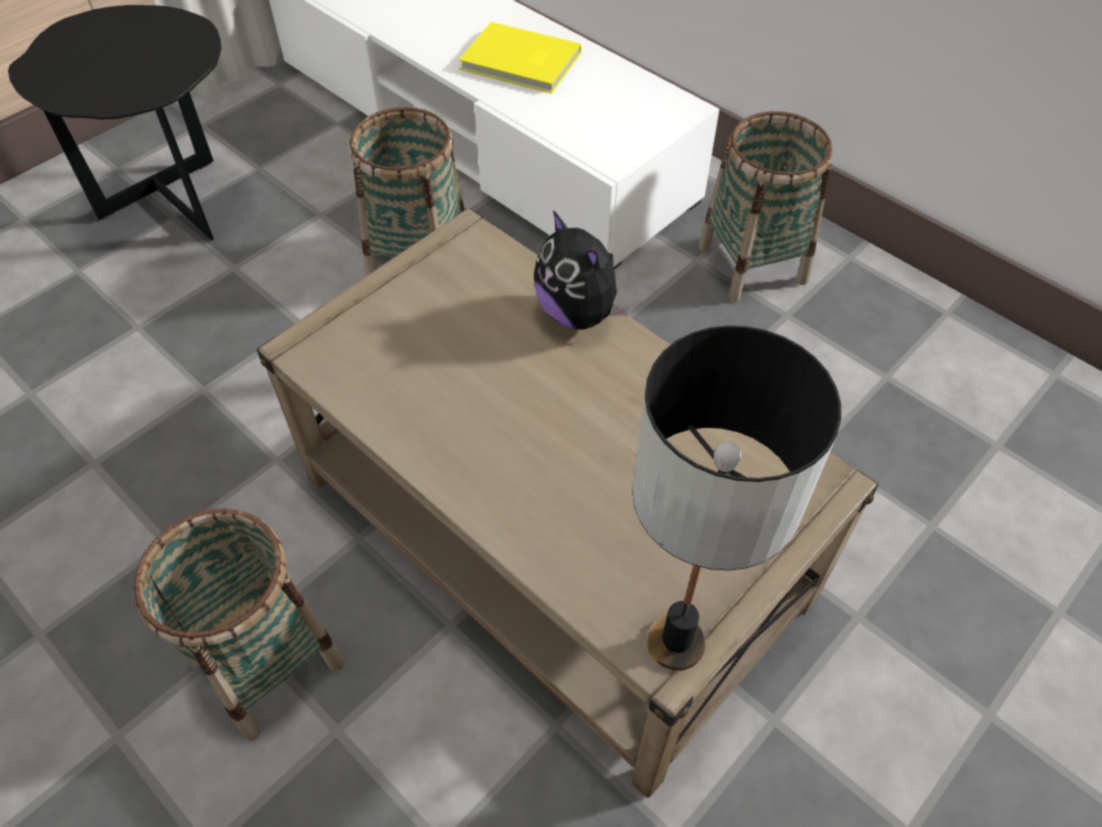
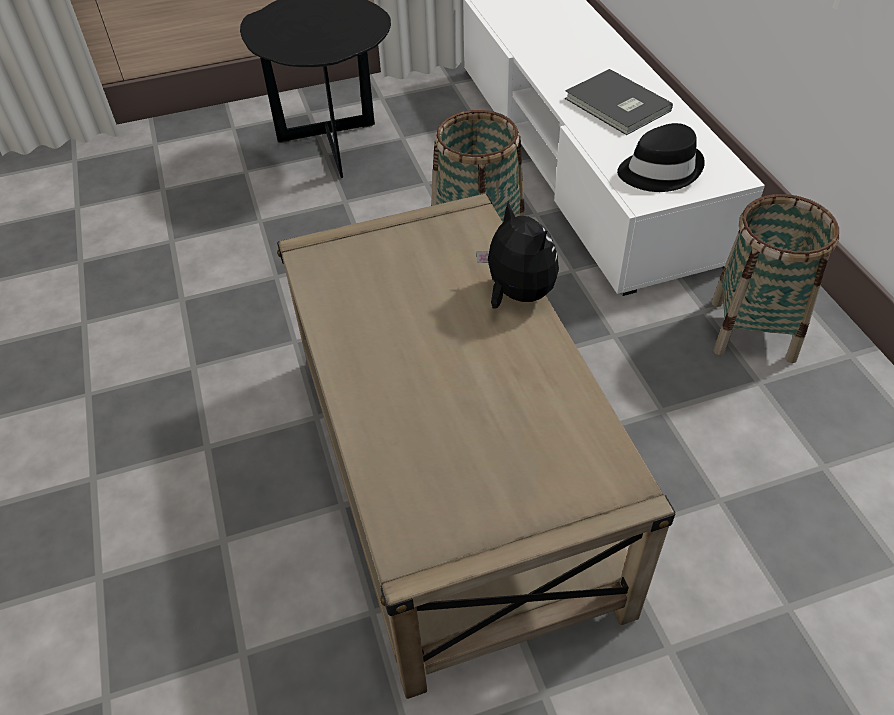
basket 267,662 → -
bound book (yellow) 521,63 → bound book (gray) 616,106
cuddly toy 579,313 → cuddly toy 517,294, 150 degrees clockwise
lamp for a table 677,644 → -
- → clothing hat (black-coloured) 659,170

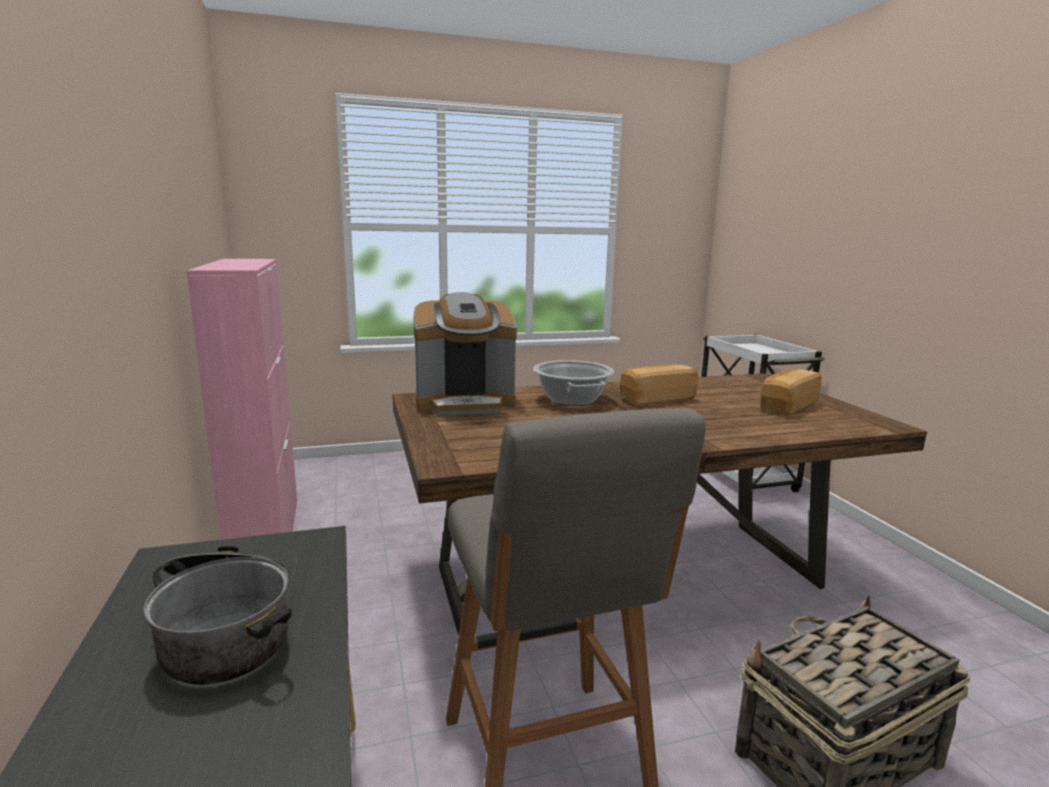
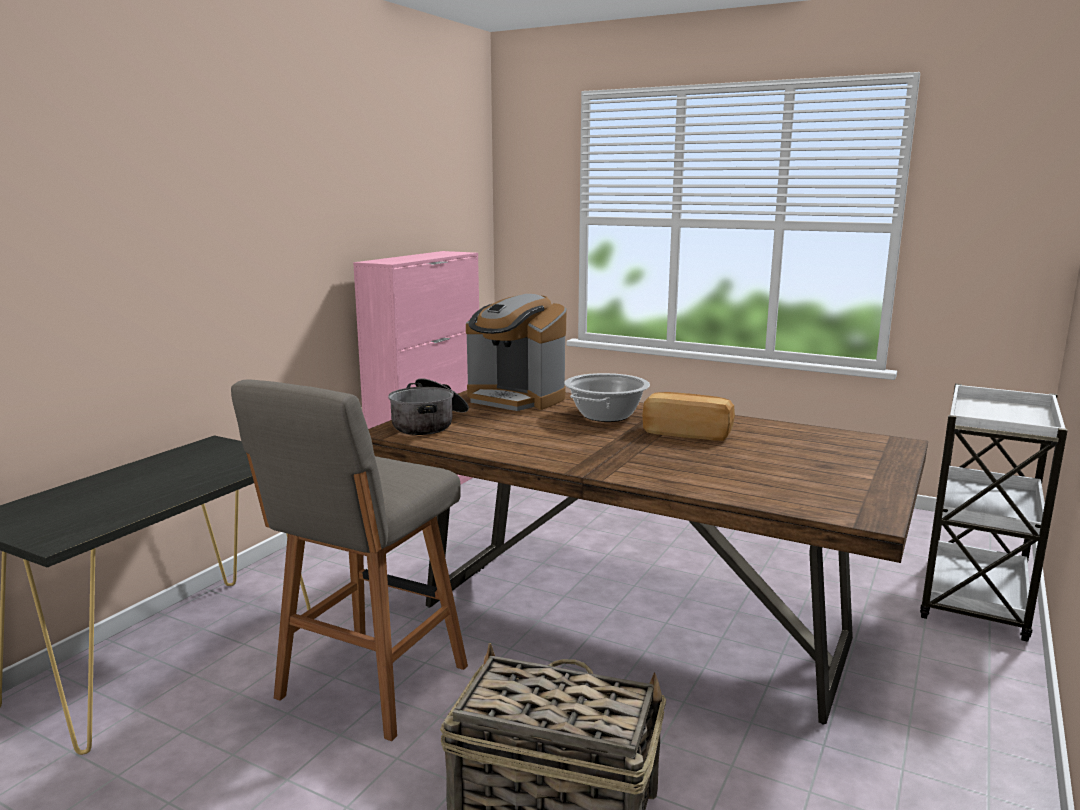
cooking pot 228,631 → cooking pot 430,423, move
bakery bread 786,406 → -

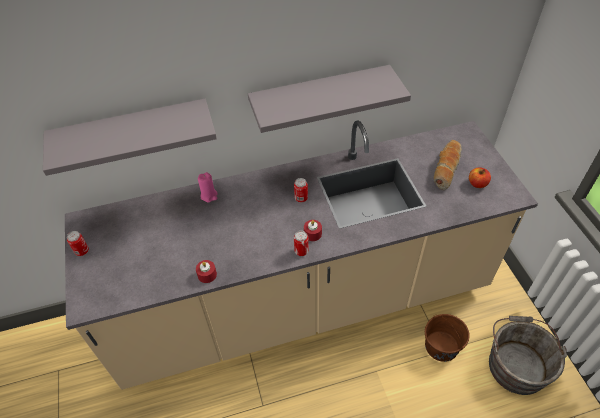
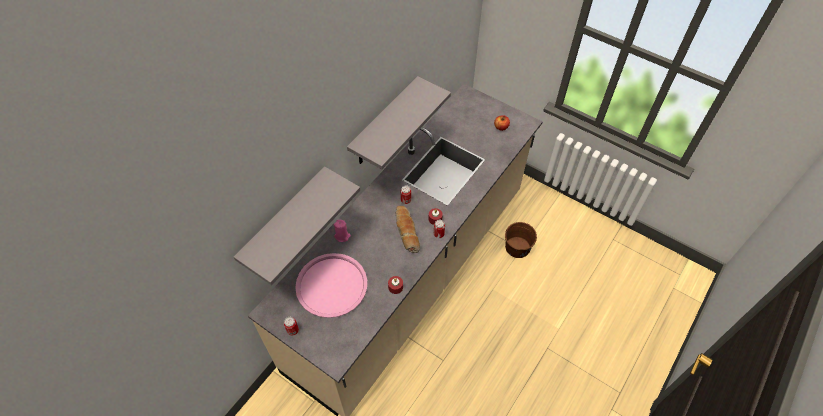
bakery bread 446,168 → bakery bread 406,232, move
water bucket (gray) 516,363 → -
- → serving tray (pinkish) 331,285

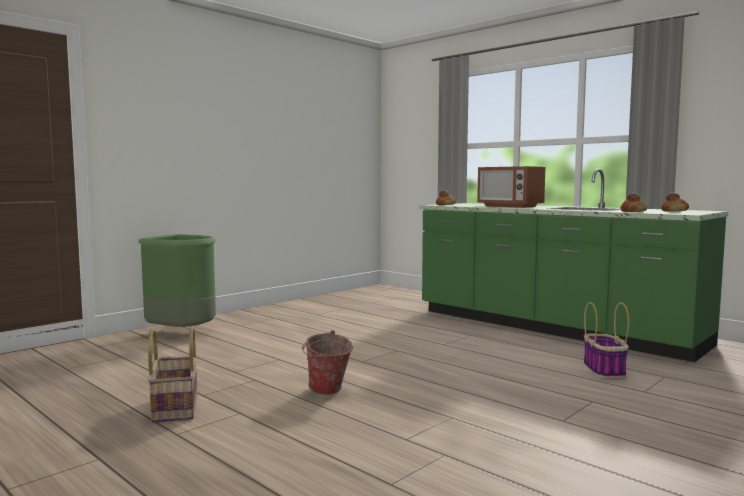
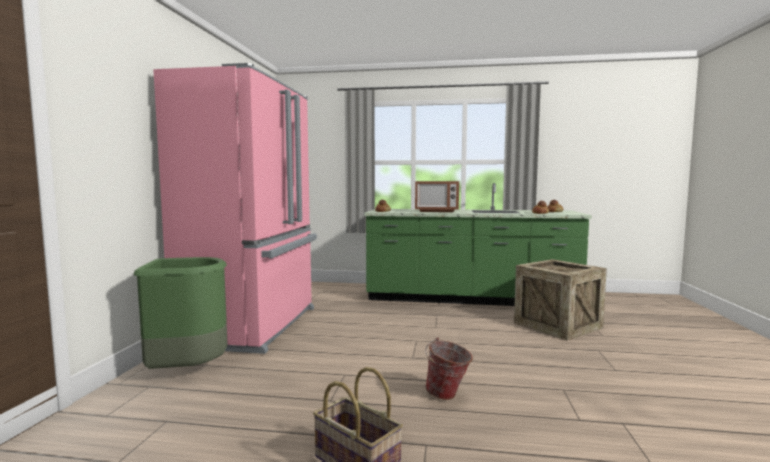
basket 604,370 → shipping crate 557,325
- → refrigerator (pinkish) 254,326

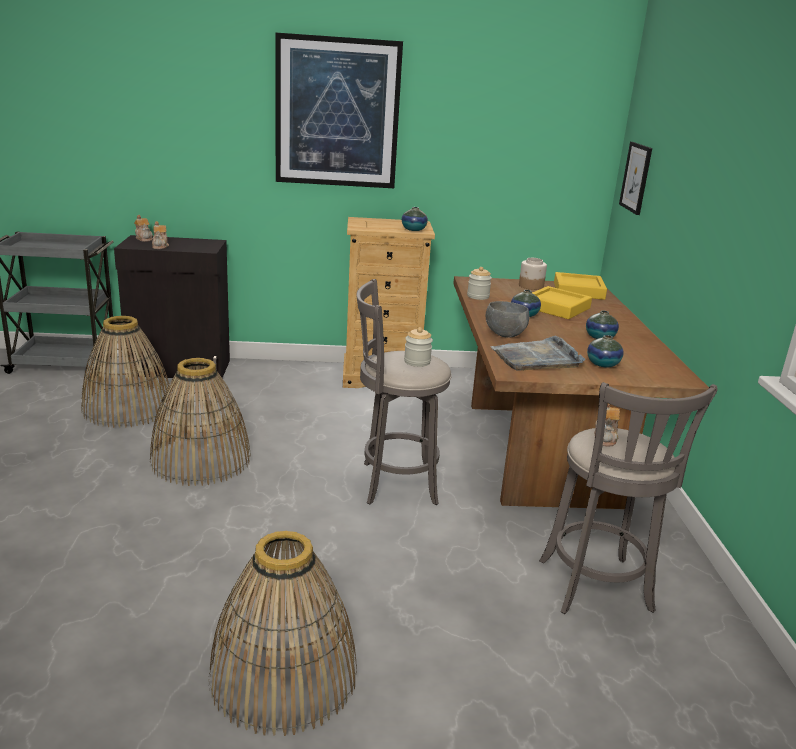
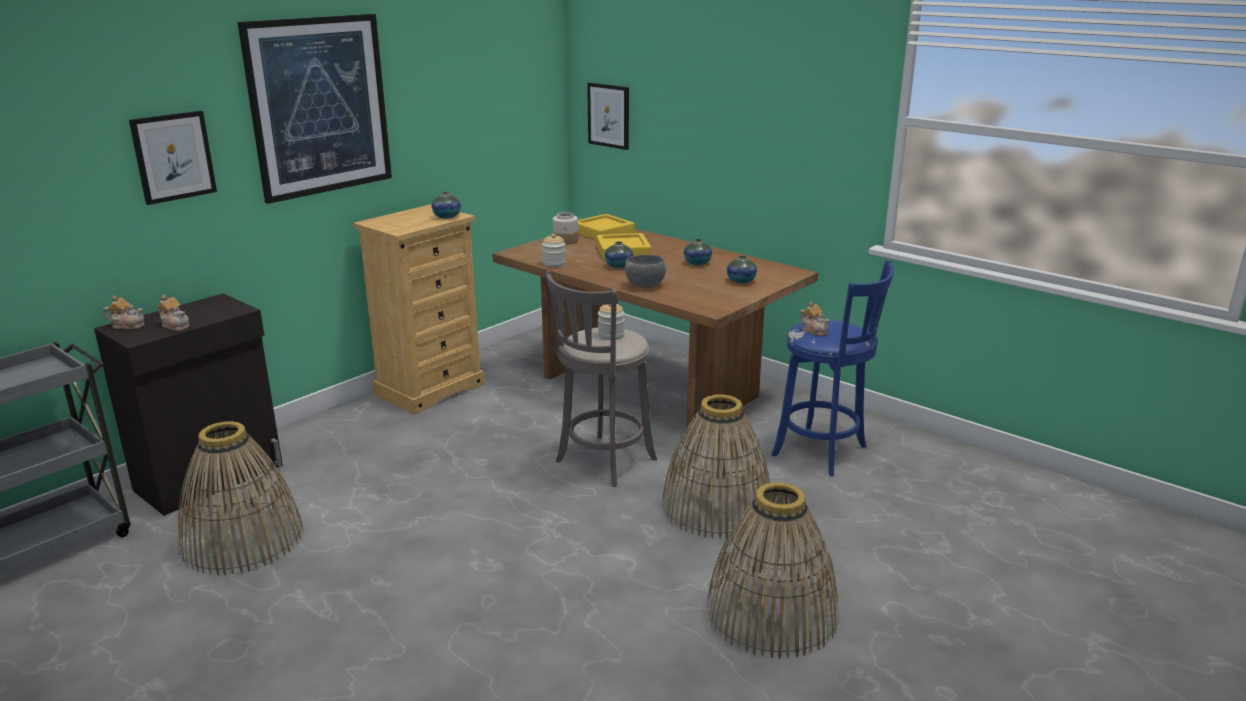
basket 201,460 → basket 716,507, move
serving tray (gray) 537,358 → -
stool seat (gray) 597,589 → stool seat (blue) 824,452
- → wall picture 173,157

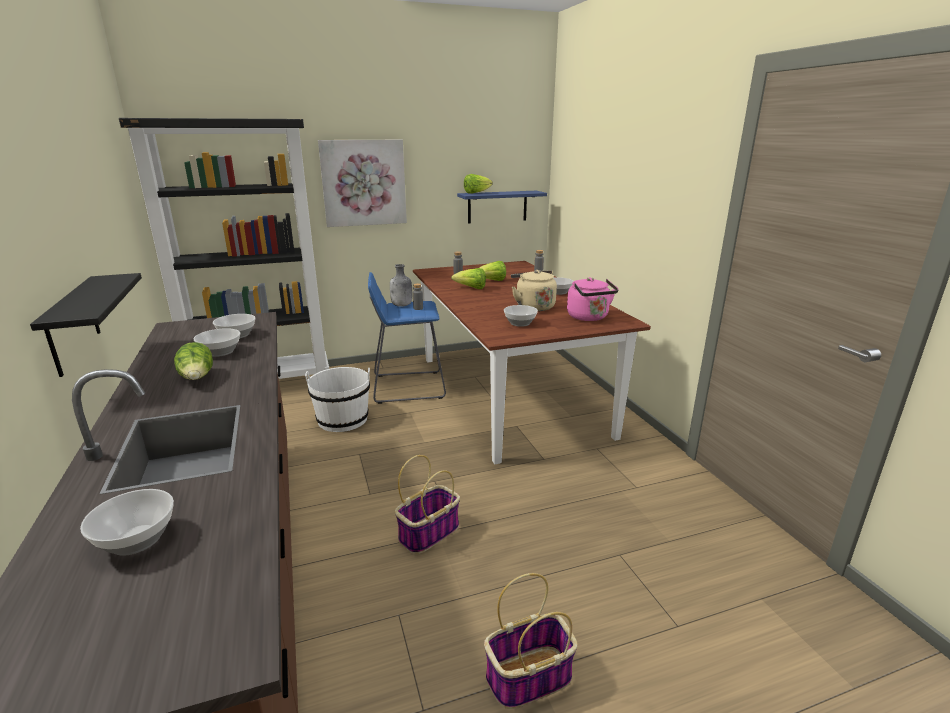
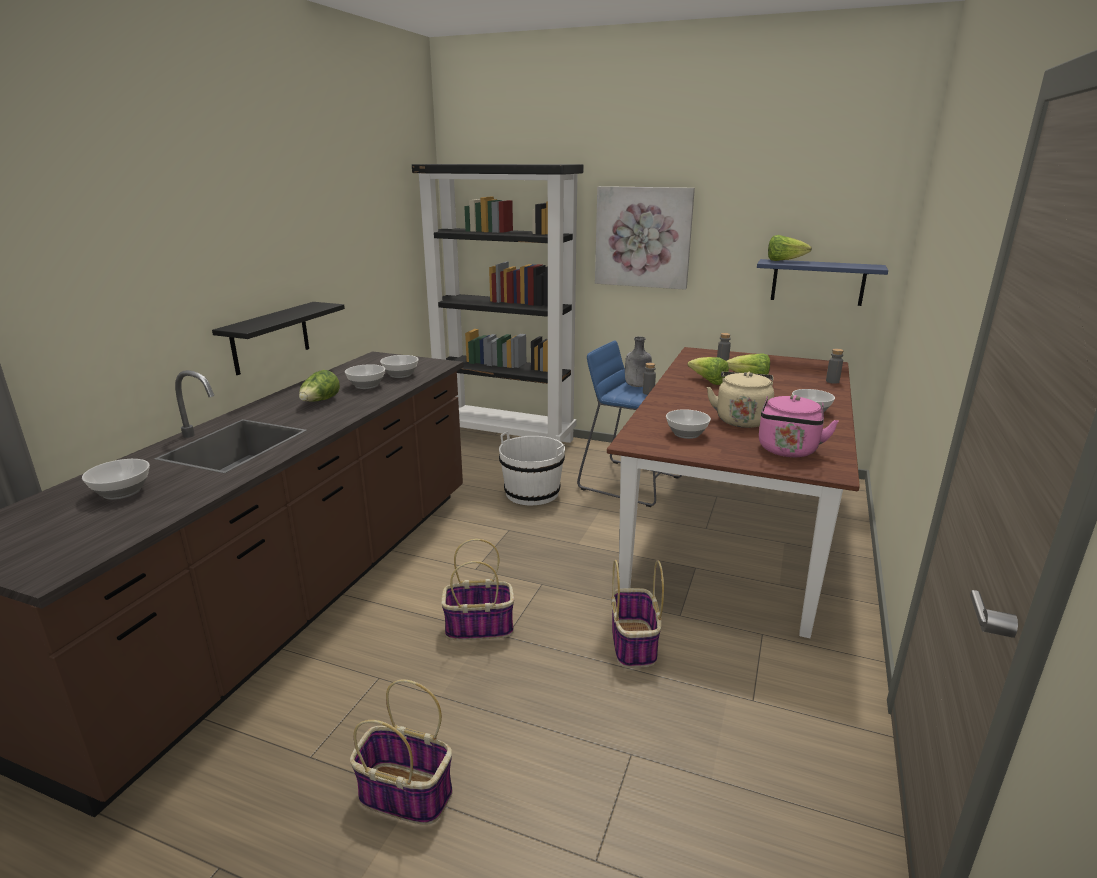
- → basket 634,644

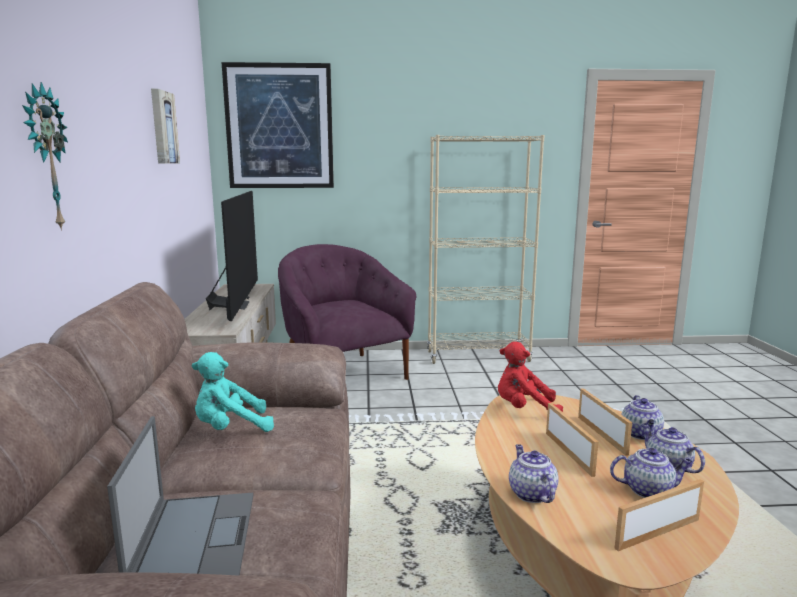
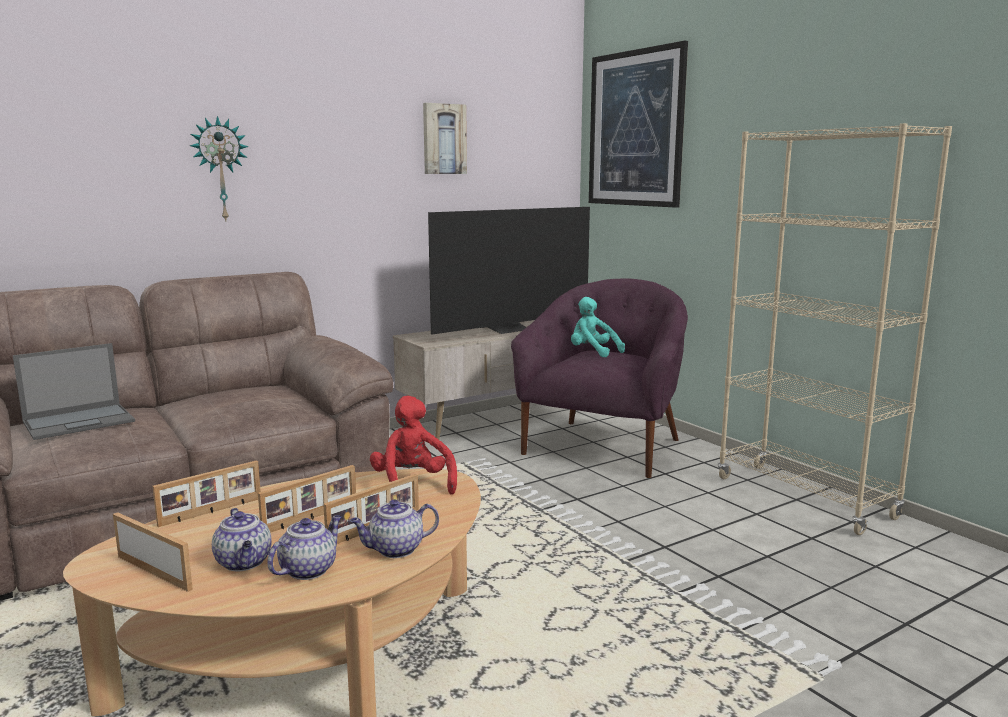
cuddly toy (turquoise) 230,429 → cuddly toy (turquoise) 592,352, move
pot for tea 531,493 → picture frame 211,512

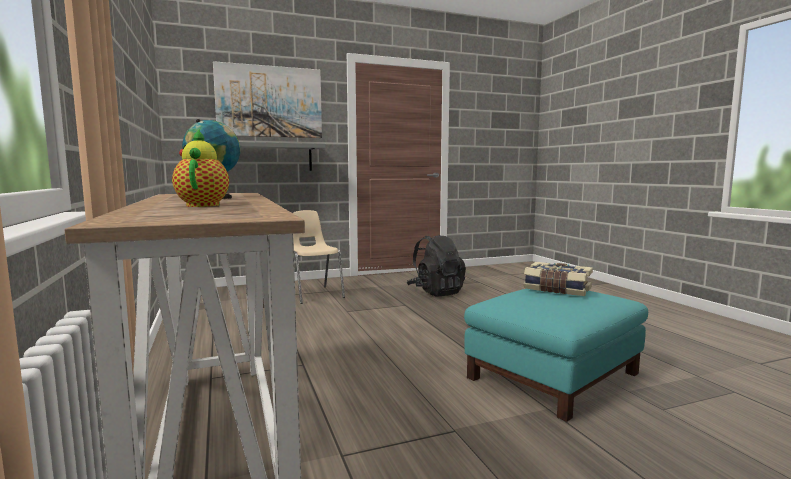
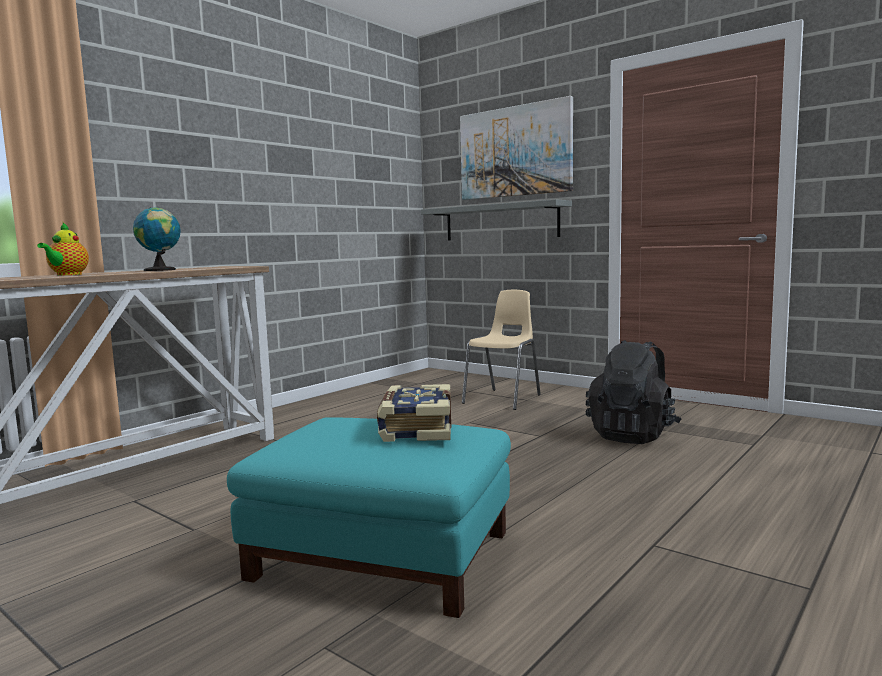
pot for tea 204,205 → pot for tea 67,275, 135 degrees clockwise

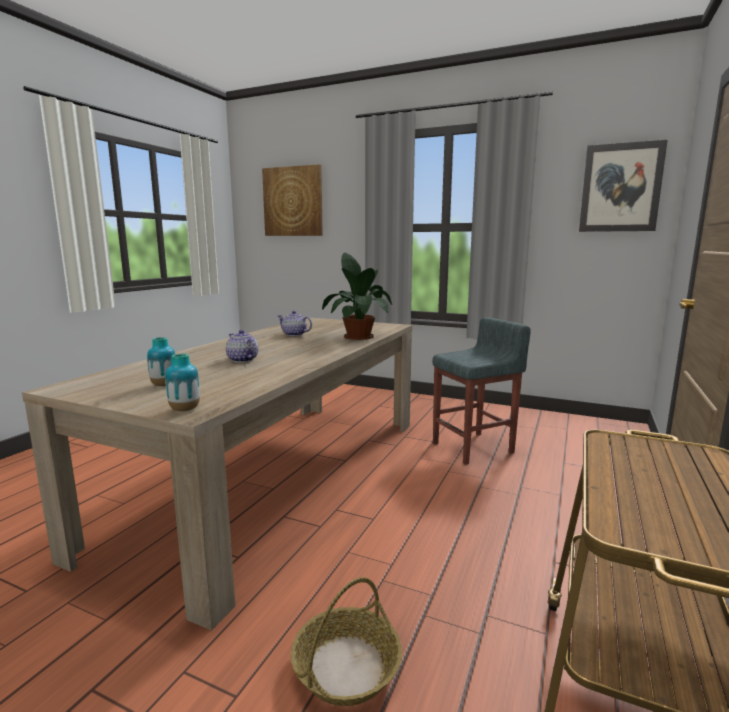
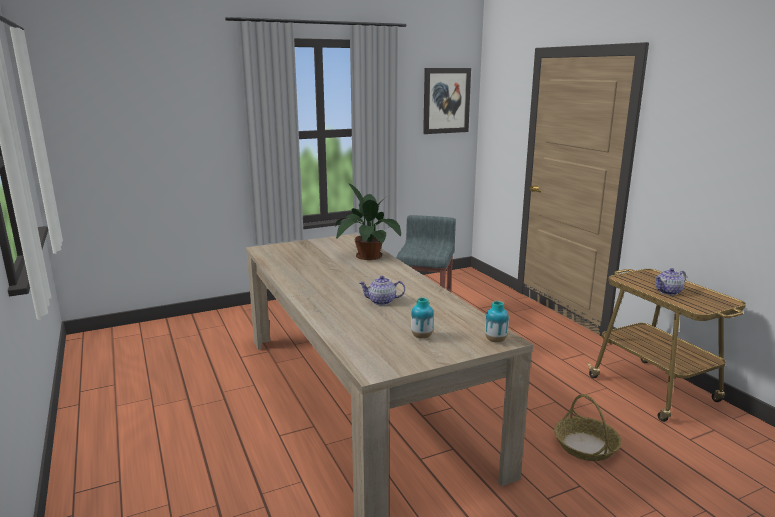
wall picture 293,201 → -
pot for tea 294,334 → pot for tea 668,292, move

